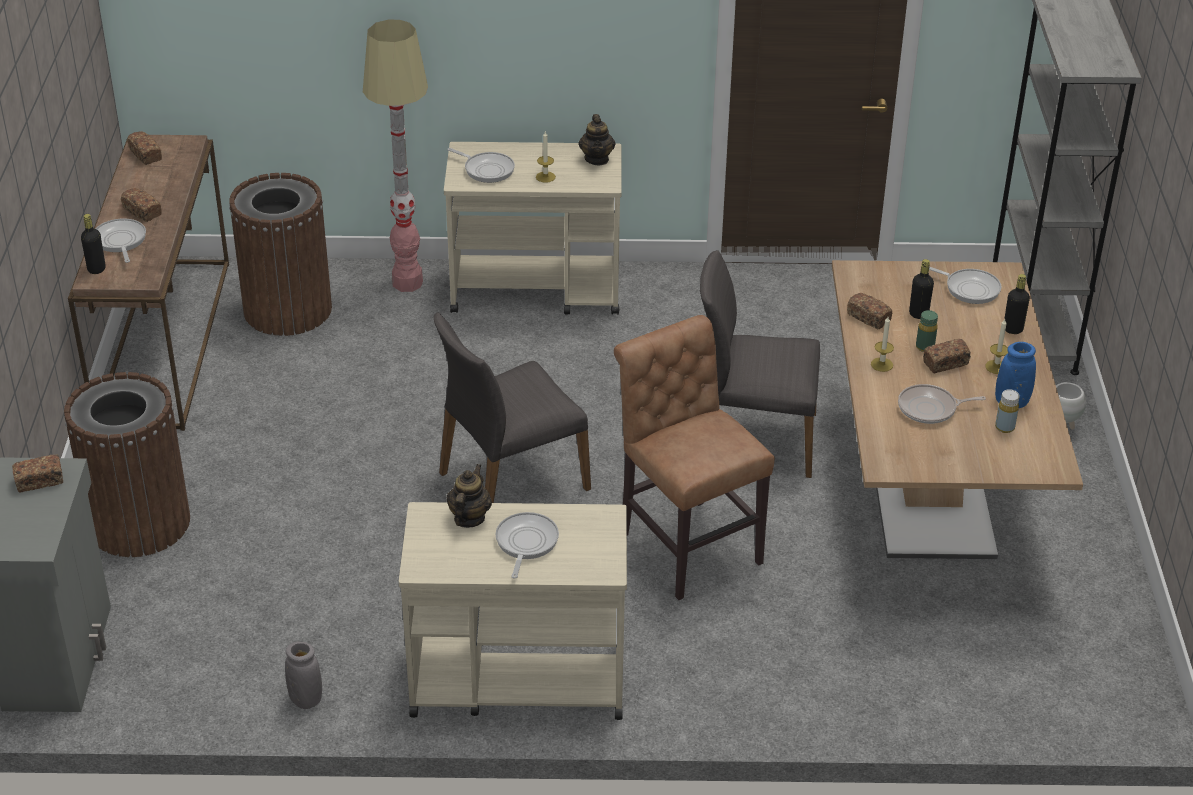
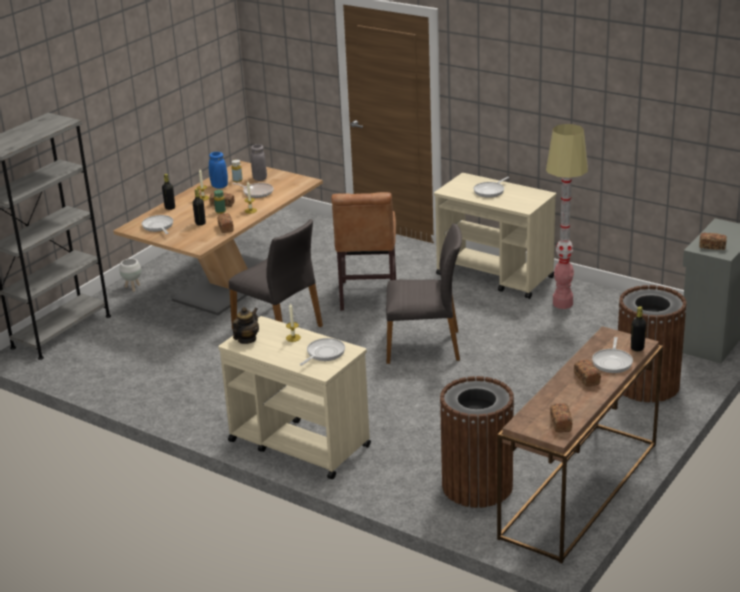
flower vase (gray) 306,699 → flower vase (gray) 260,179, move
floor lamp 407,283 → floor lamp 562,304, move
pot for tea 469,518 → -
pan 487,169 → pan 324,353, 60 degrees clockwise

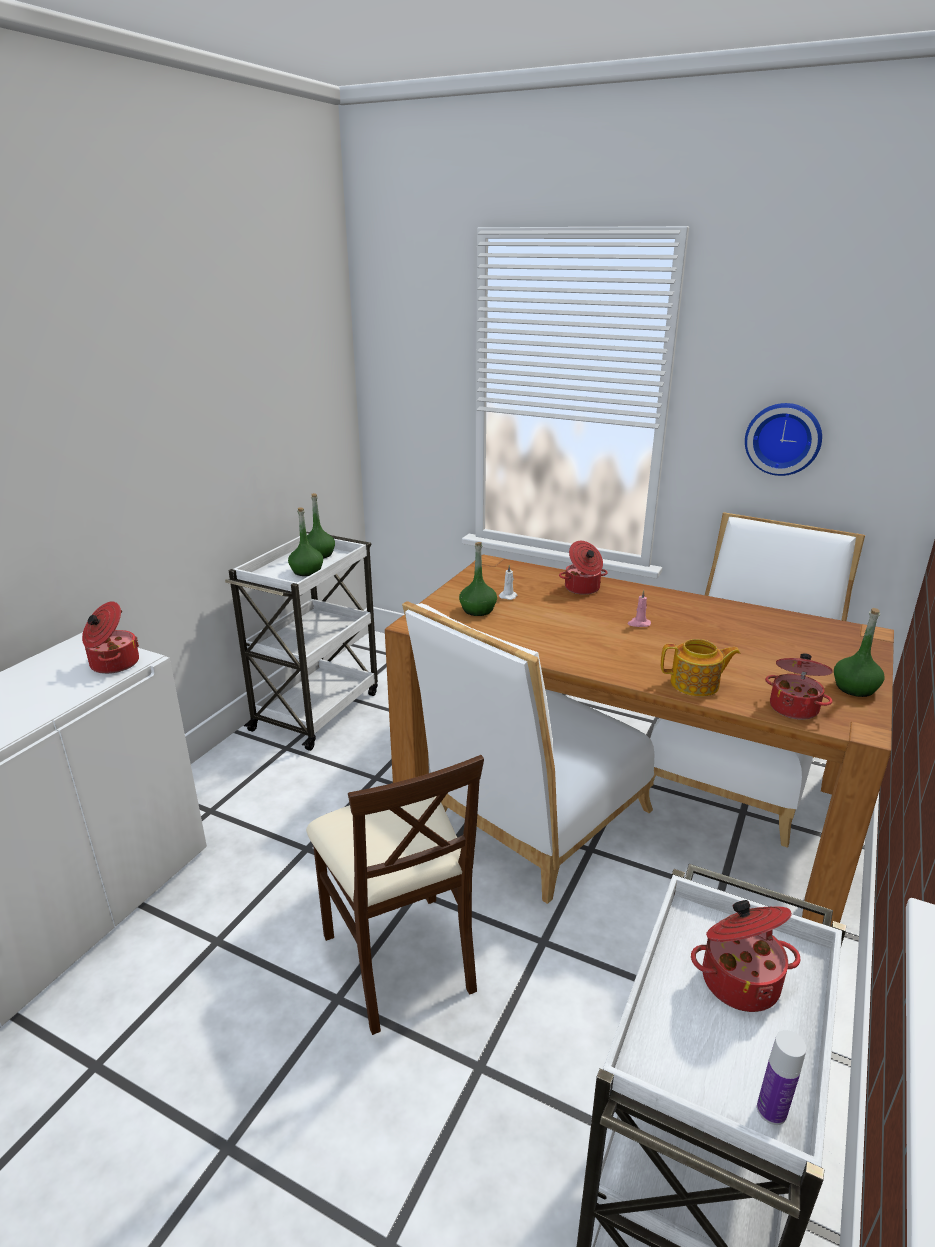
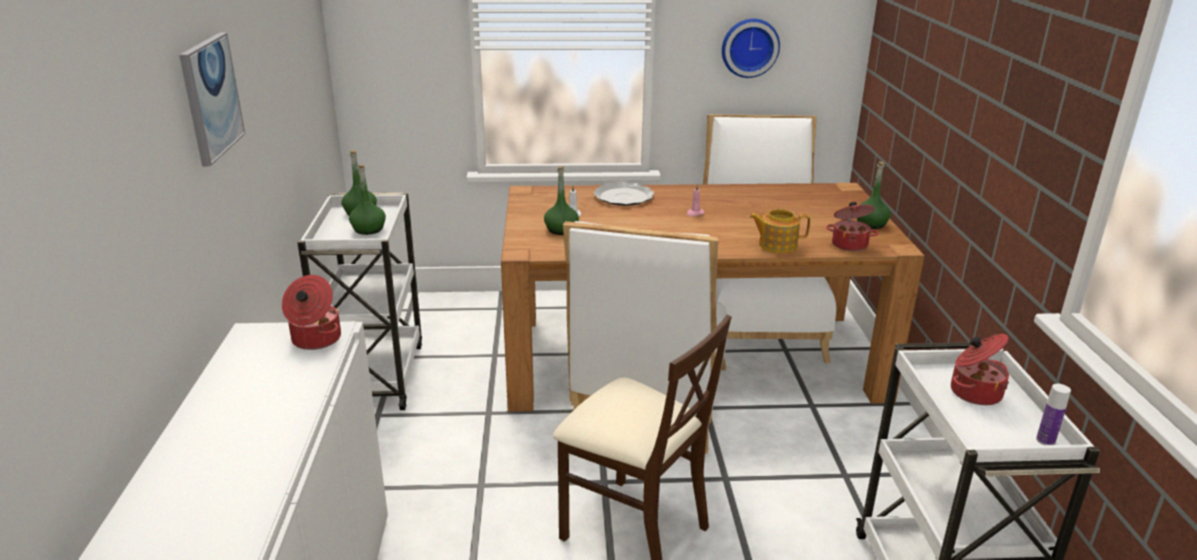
cooking pot 582,589 → flat dish 624,197
pot for tea 696,684 → pot for tea 777,245, 150 degrees counterclockwise
- → wall picture 210,97

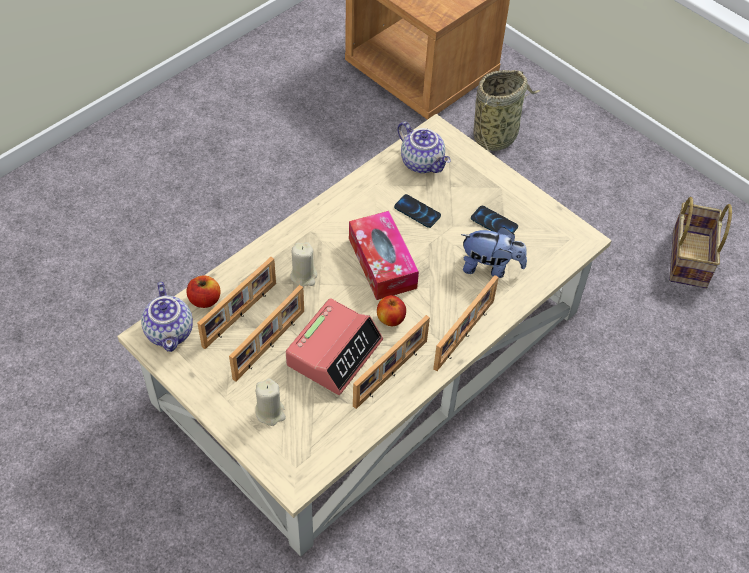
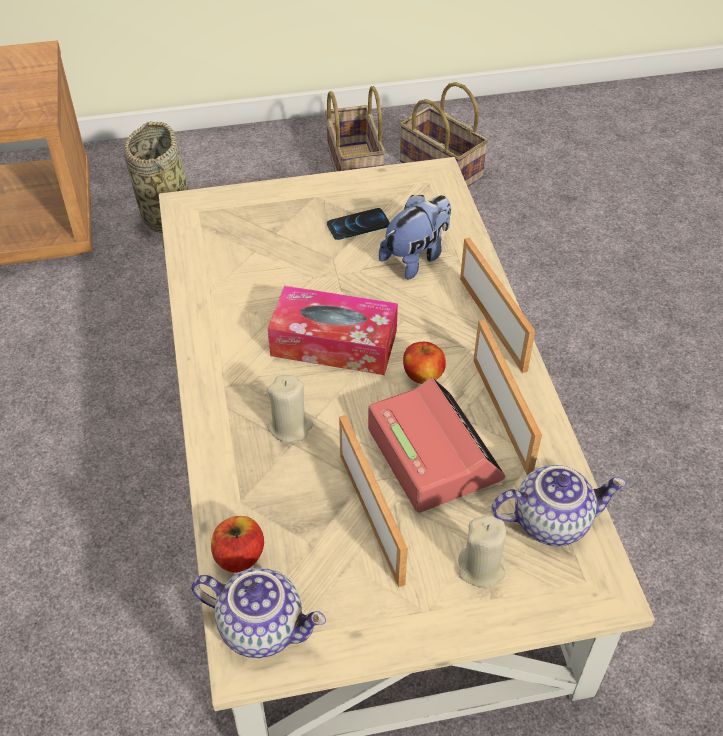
picture frame 241,315 → -
handset 417,212 → -
pot for tea 423,162 → pot for tea 551,520, move
- → basket 352,168

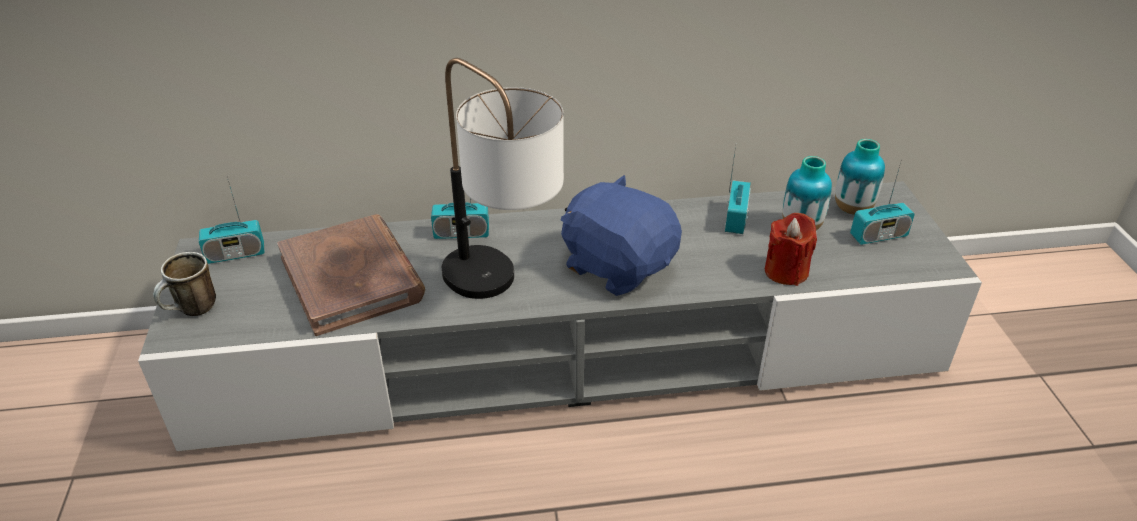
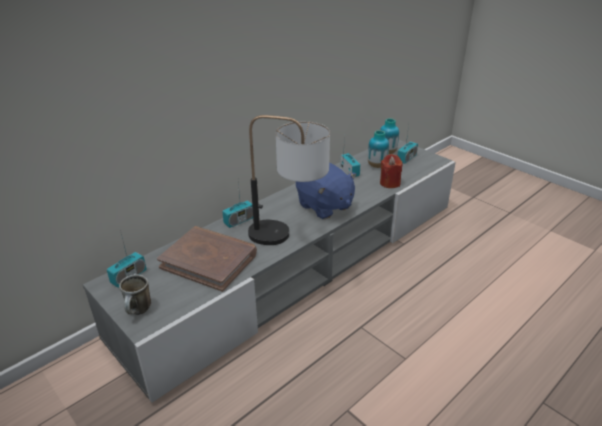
cuddly toy (blue) 618,266 → cuddly toy (blue) 324,206, 135 degrees counterclockwise

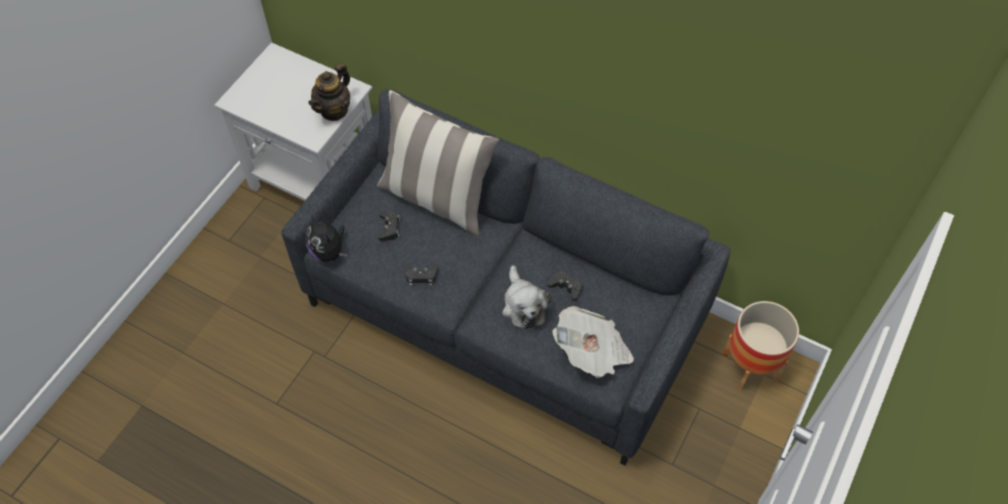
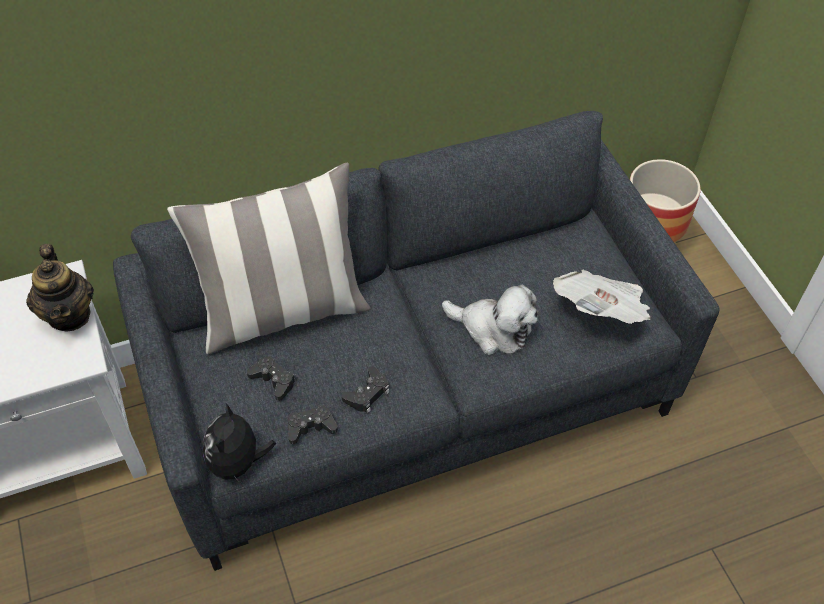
cuddly toy 329,252 → cuddly toy 238,463, 90 degrees clockwise
game controller (black-coloured) 566,287 → game controller (black-coloured) 311,427, move

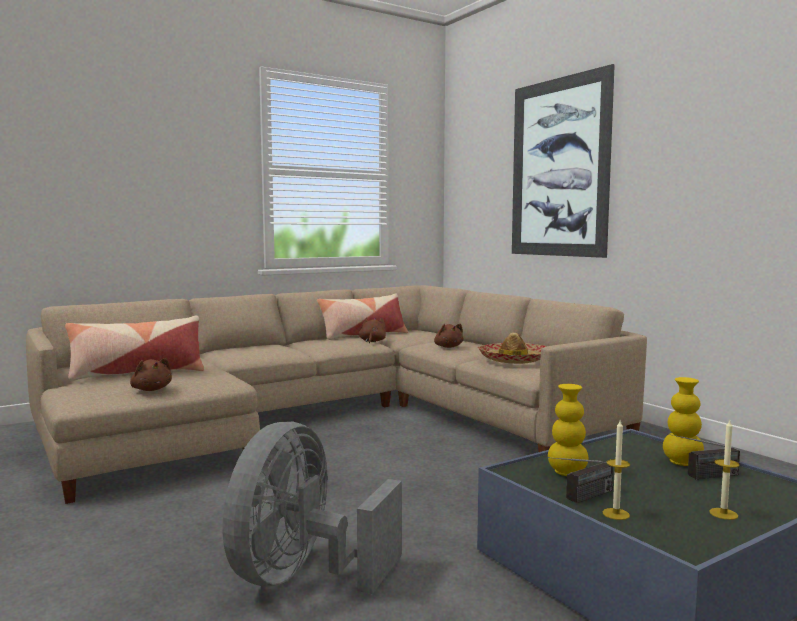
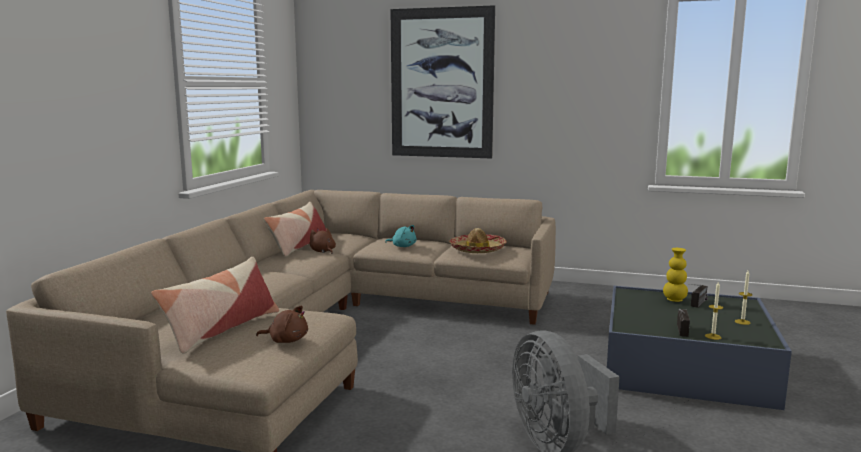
cuddly toy (brown-coloured) 448,347 → cuddly toy (turquoise) 403,246
flower vase (yellow) 567,473 → -

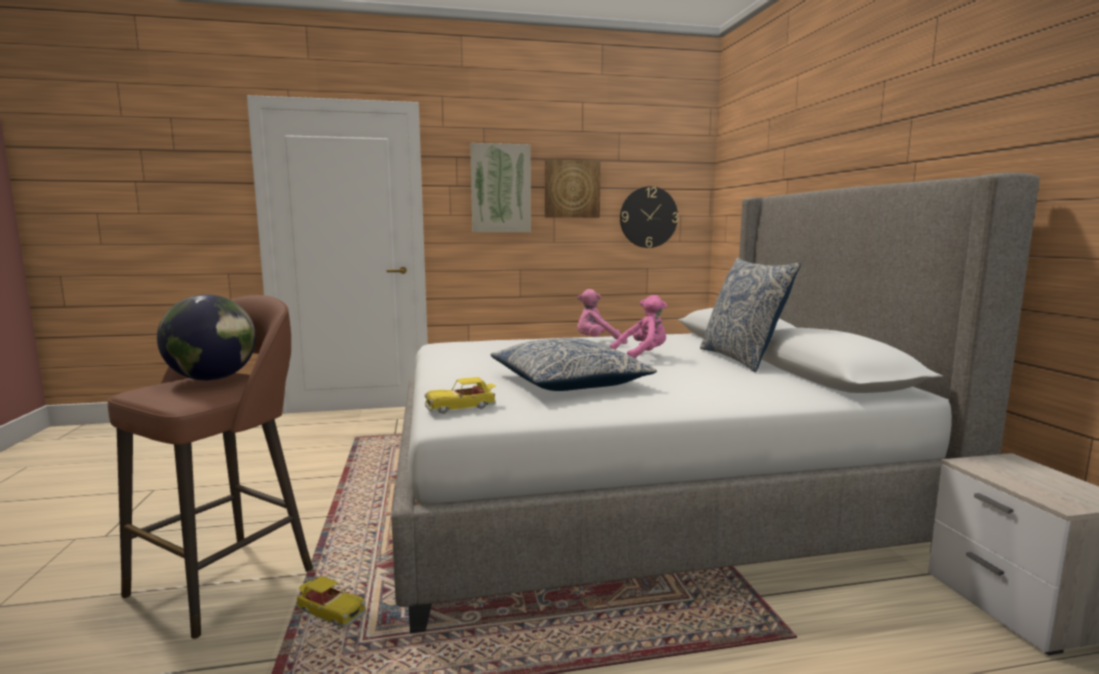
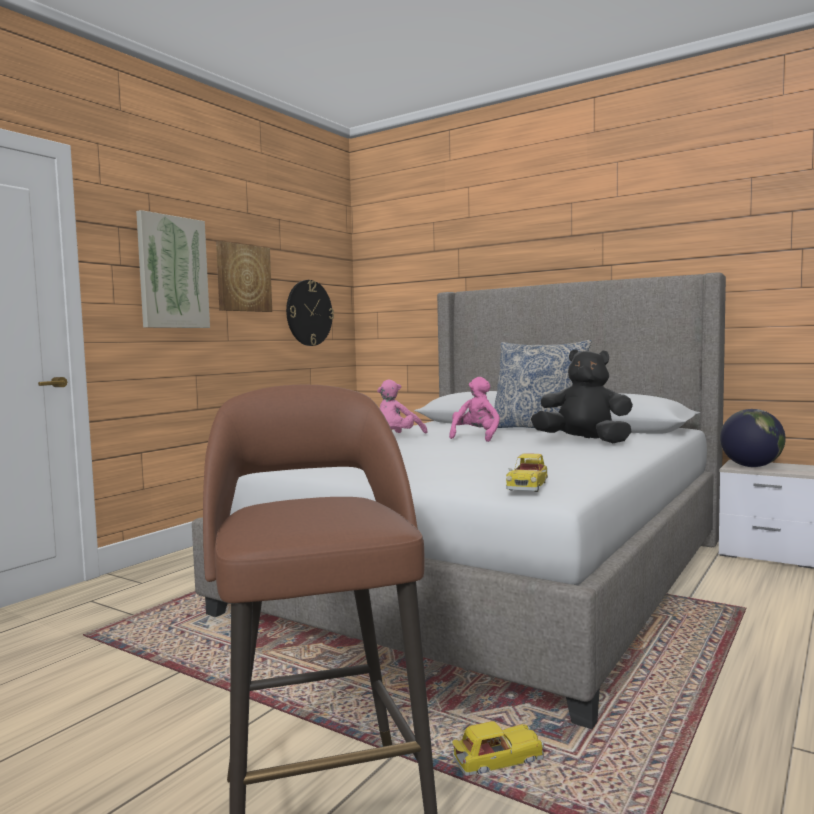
globe 213,379 → globe 751,466, move
throw pillow 568,382 → -
- → cuddly toy (black-coloured) 584,441

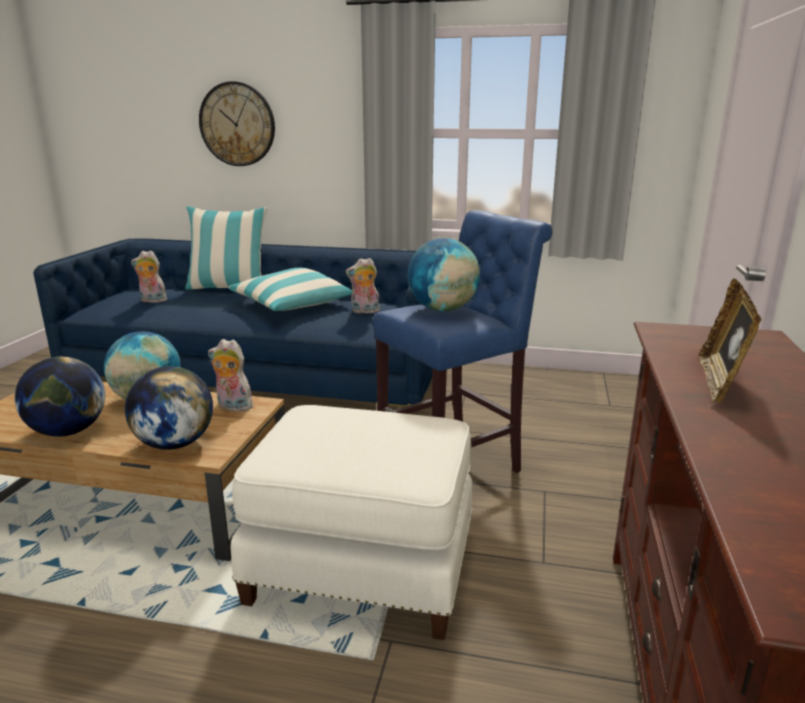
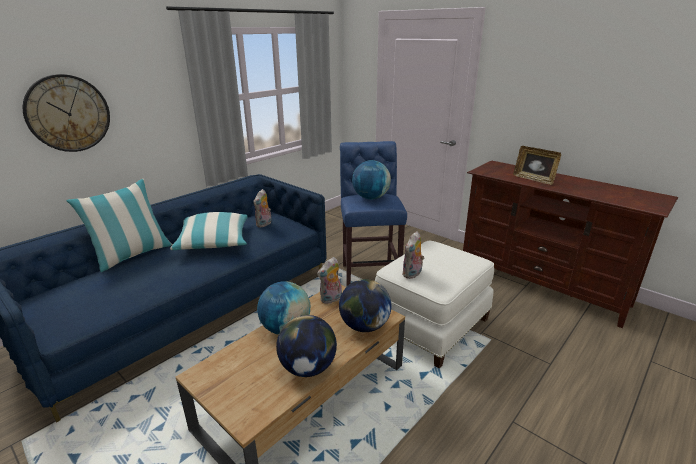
cuddly toy 152,301 → cuddly toy 412,274, move

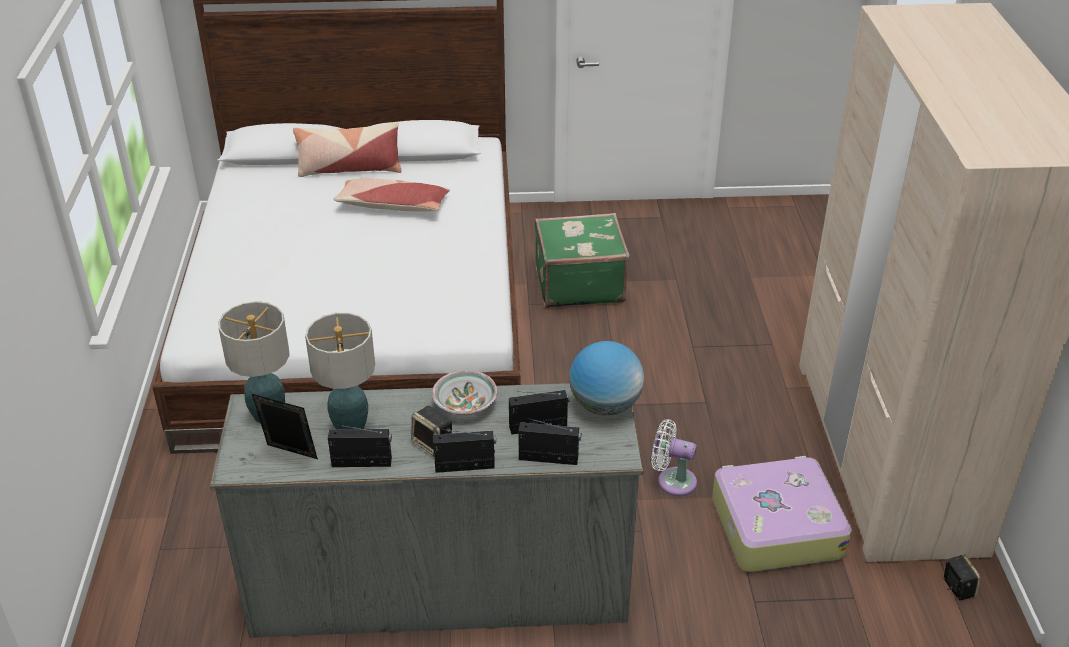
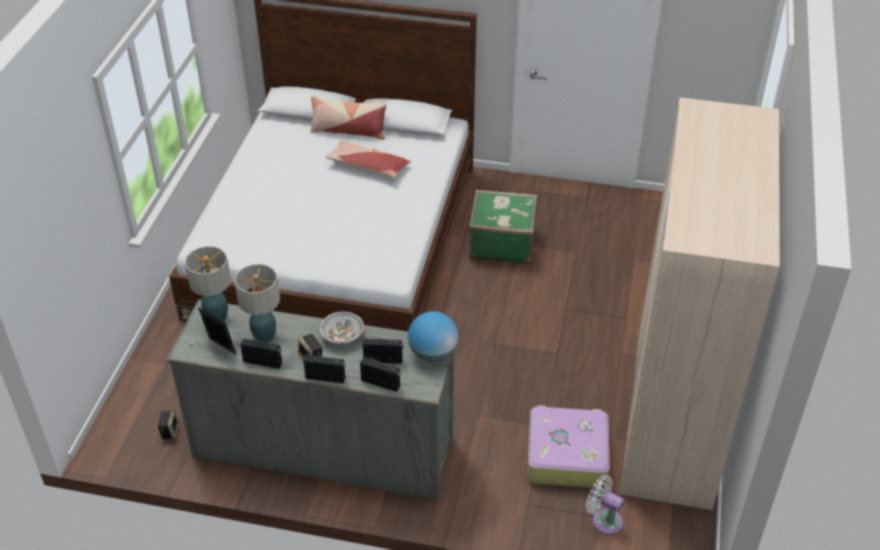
cooling fan (white) 672,480 → cooling fan (white) 604,520, move
speaker 957,588 → speaker 169,431, move

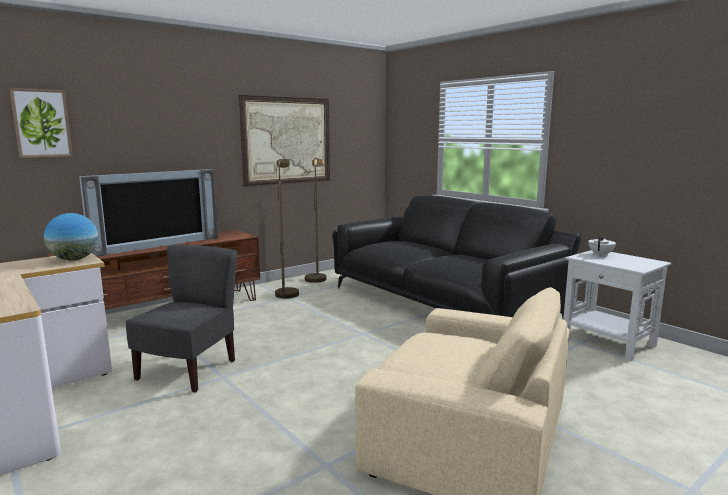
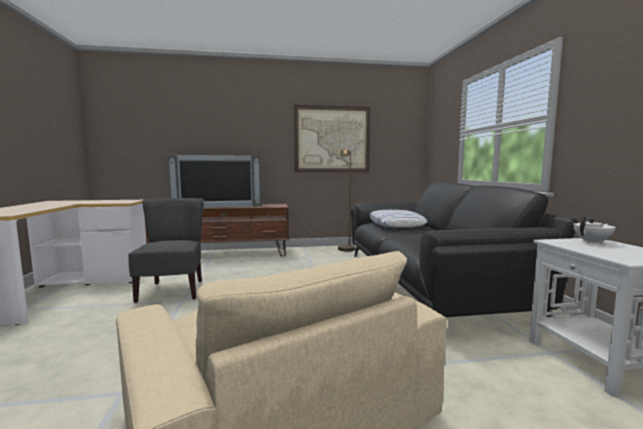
wall picture 42,123 → -
globe 74,259 → -
plain chair (gray) 188,370 → plain chair (gray) 172,291, 60 degrees counterclockwise
floor lamp (brown-coloured) 287,292 → -
- → throw pillow 396,224

